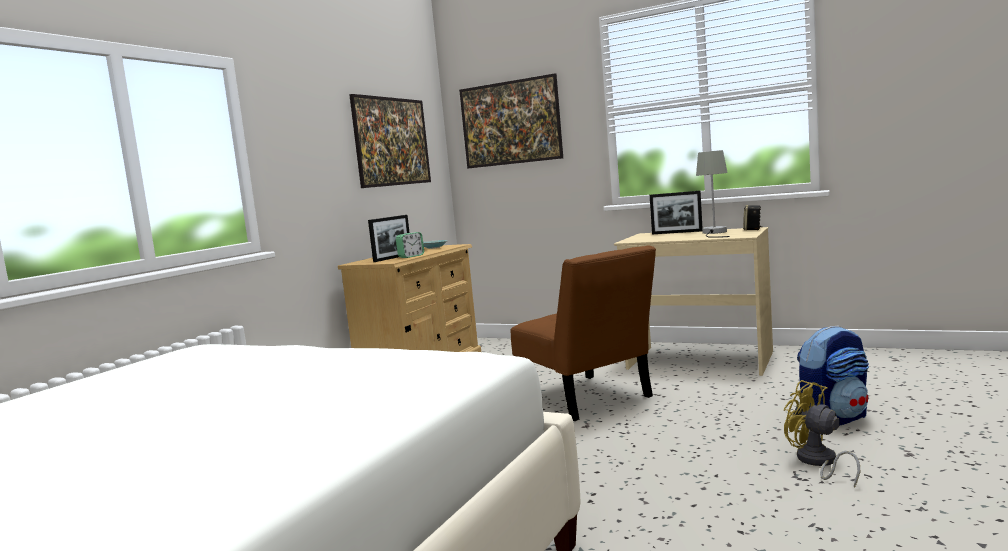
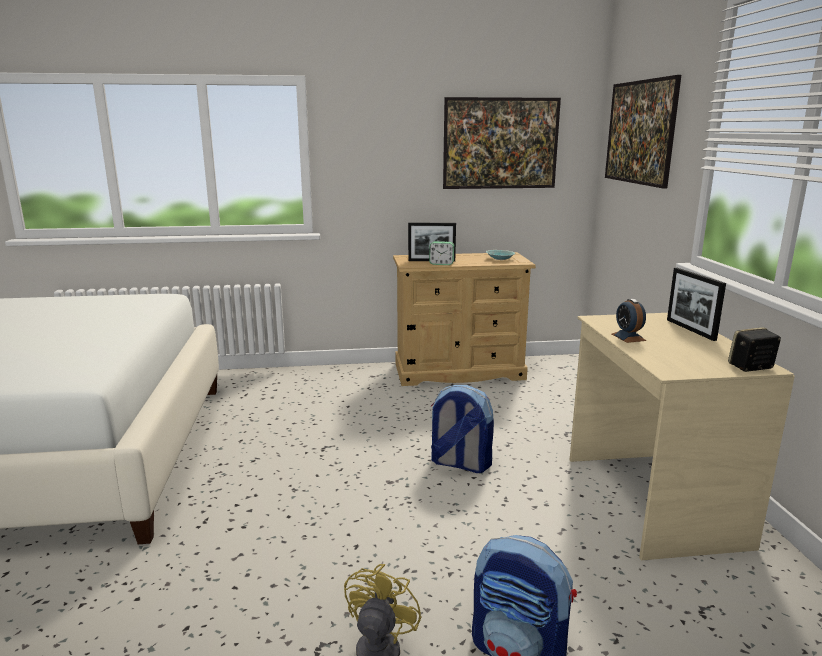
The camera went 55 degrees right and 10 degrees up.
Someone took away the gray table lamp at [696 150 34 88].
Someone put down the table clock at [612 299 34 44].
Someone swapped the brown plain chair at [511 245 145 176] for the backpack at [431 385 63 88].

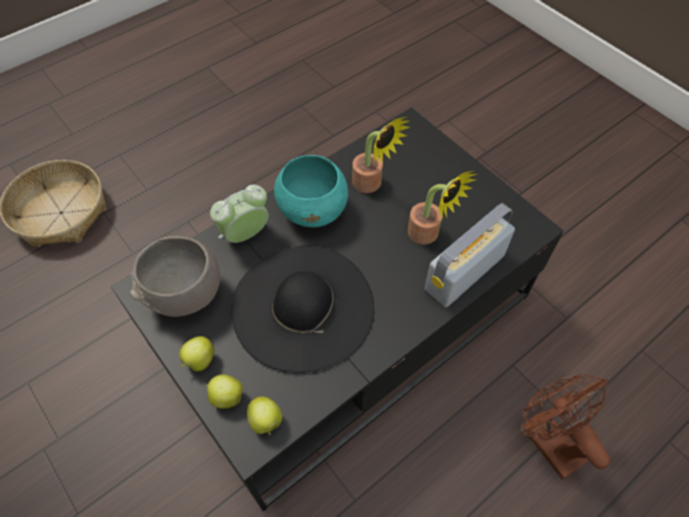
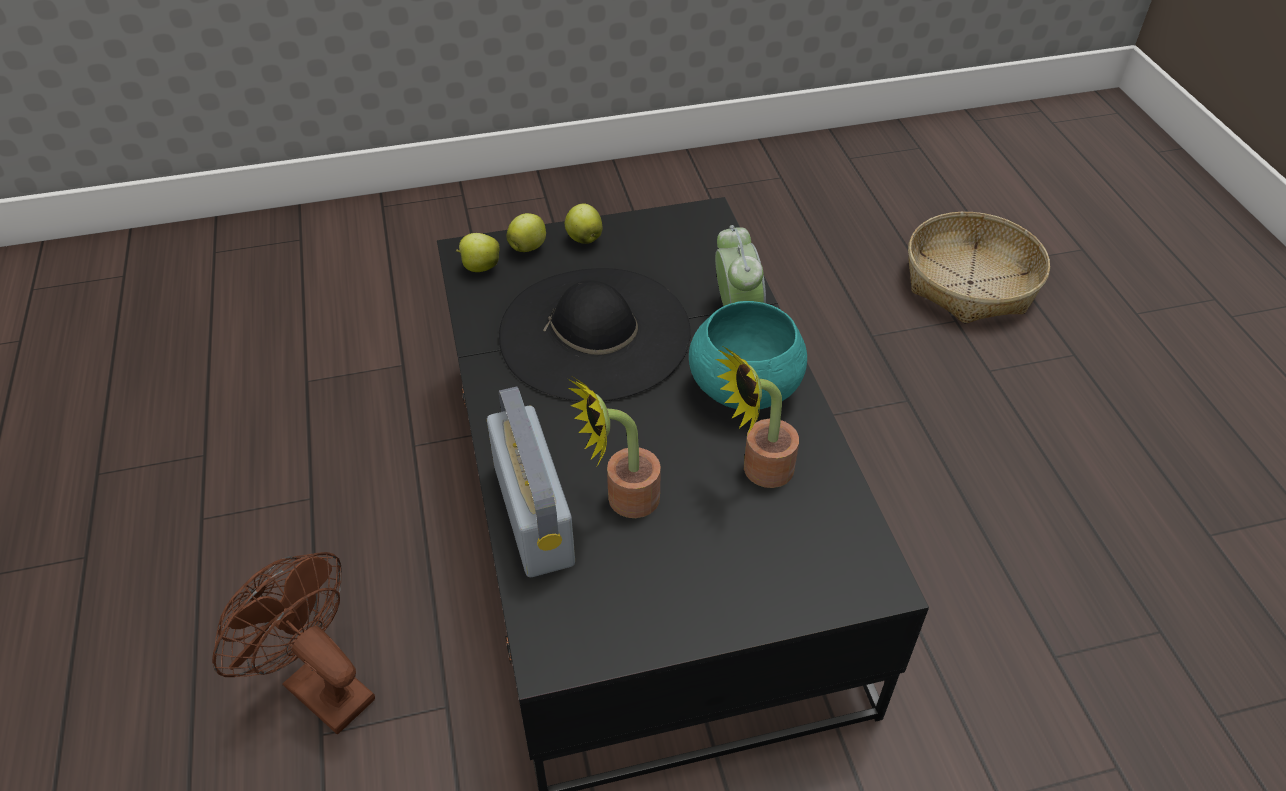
The camera went 115 degrees right and 10 degrees down.
Someone took away the gray serving bowl at [130 236 90 81].
Someone rotated the brown electric fan at [520 373 91 106] by 135 degrees counterclockwise.

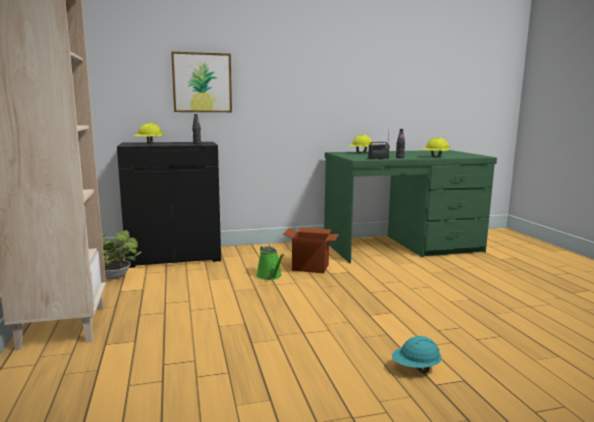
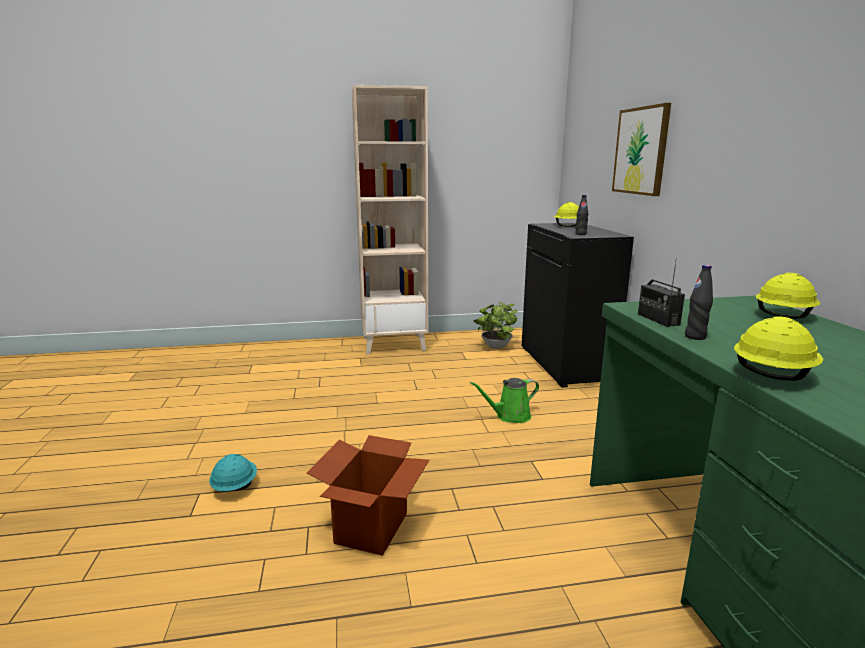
The camera went 95 degrees right and 5 degrees up.
Someone carried the carton from [284 227 55 46] to [306 435 123 121].

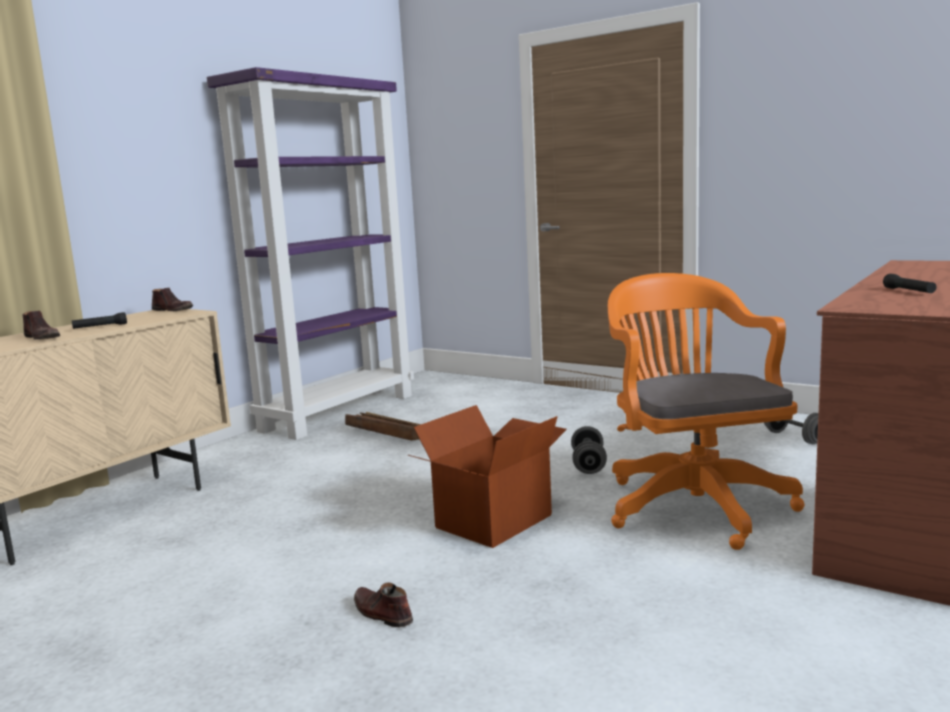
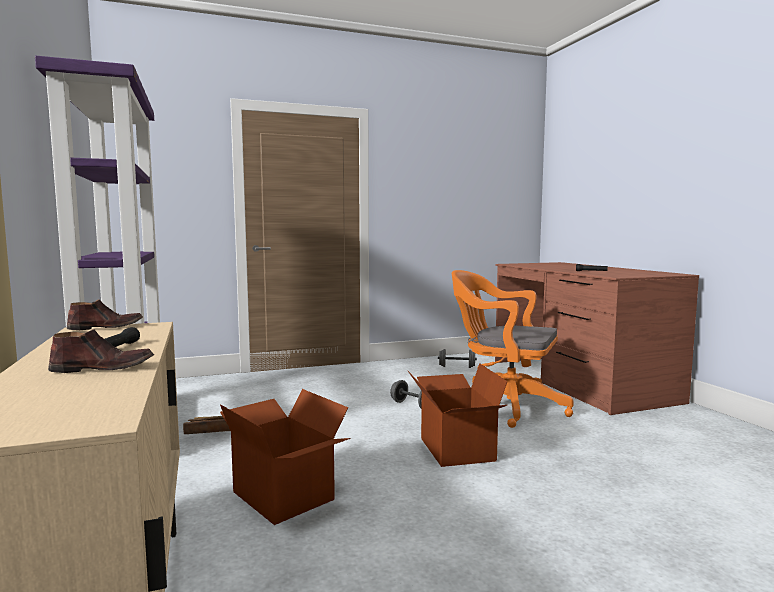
The camera went 55 degrees left and 5 degrees down.
Someone took away the brown low shoe at [354 582 59 46].
Someone put down the carton at [220 389 131 136].

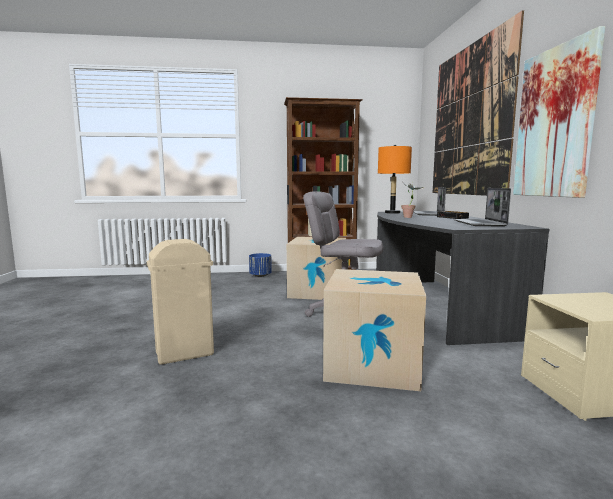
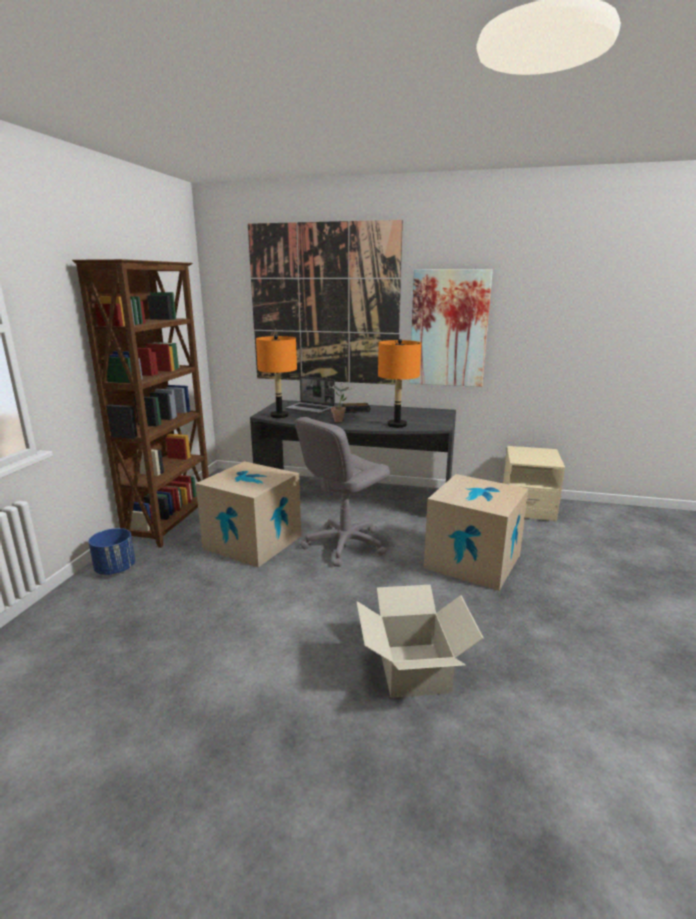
The camera went 70 degrees left and 10 degrees up.
Someone took away the notebook computer at [453 188 58 39].
Someone put down the orangey table lamp at [378 339 43 89].
Someone swapped the beige-coloured trash can at [147 239 67 126] for the carton at [356 585 128 113].

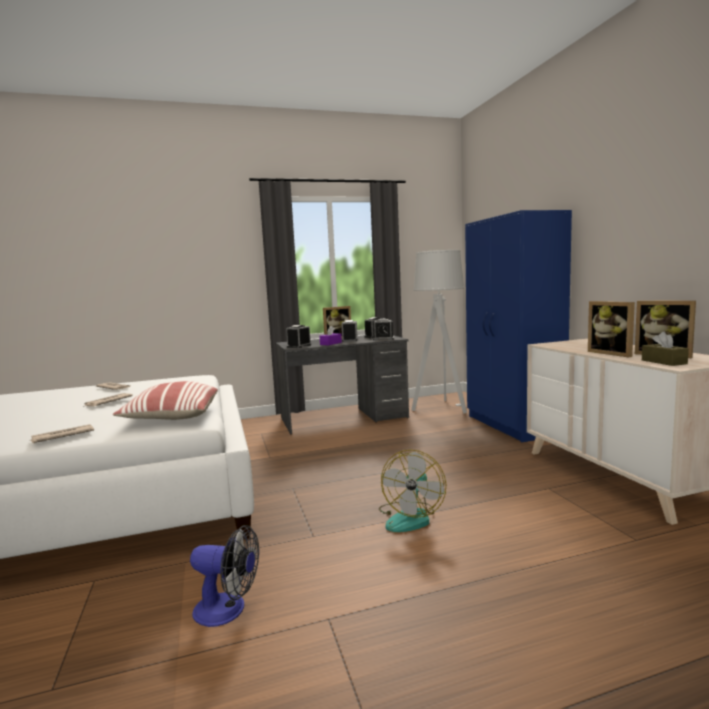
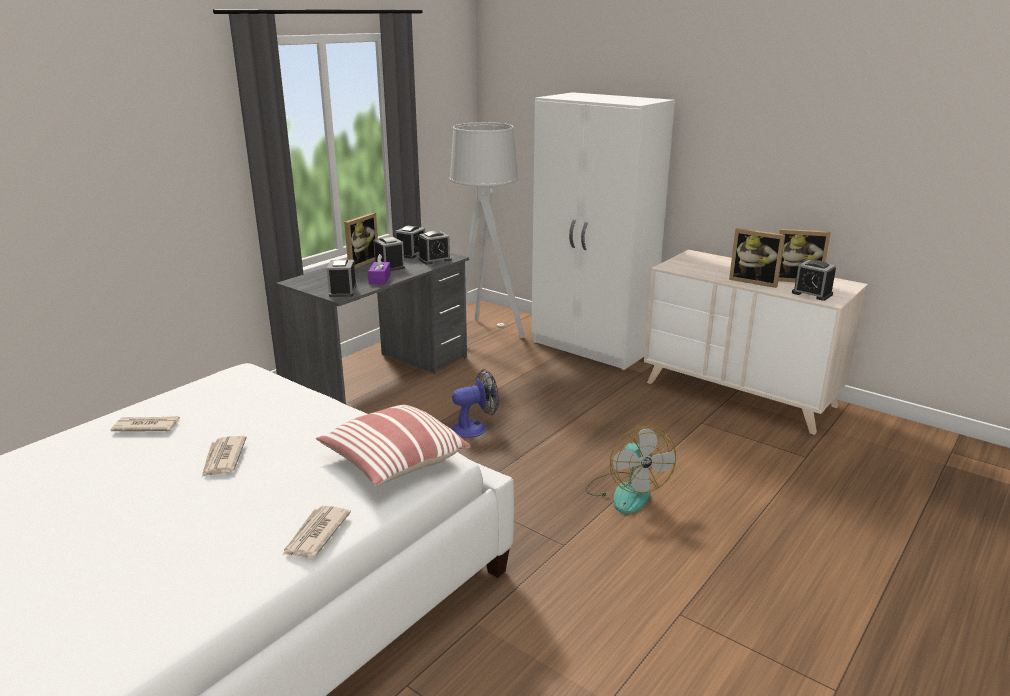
The camera went 35 degrees left and 15 degrees up.
Someone carried the electric fan from [190 525 69 102] to [452 369 47 69].
Someone swapped the brown box of tissues at [642 332 47 34] for the table clock at [792 260 44 41].
Someone repainted the blue-coloured wardrobe at [465 210 107 232], which became the white-coloured wardrobe at [531 92 144 278].

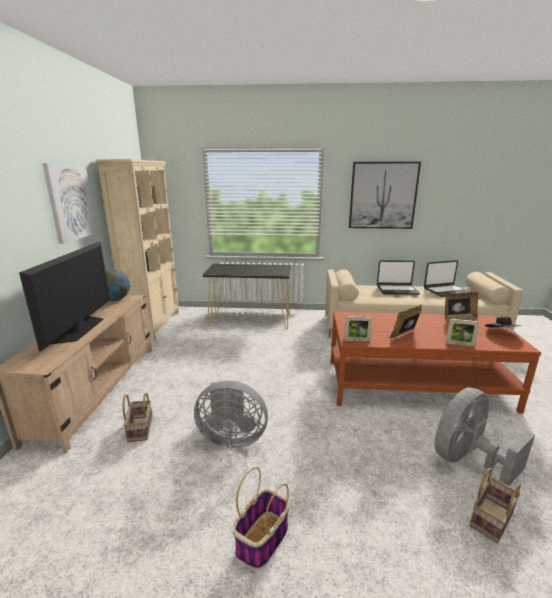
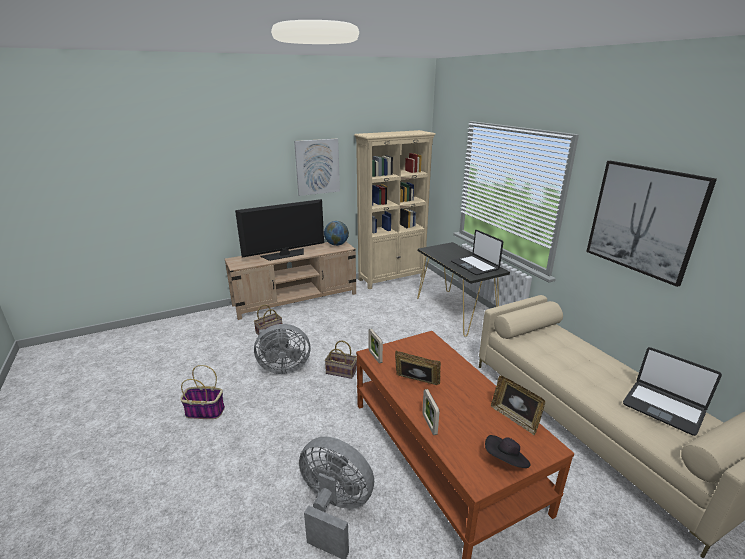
The camera went 60 degrees right and 5 degrees up.
Someone carried the notebook computer from [377 260 43 35] to [451 230 52 45].
Someone carried the household basket from [470 468 51 75] to [325 340 32 39].
Someone rotated the gray electric fan at [194 380 74 68] by 75 degrees counterclockwise.

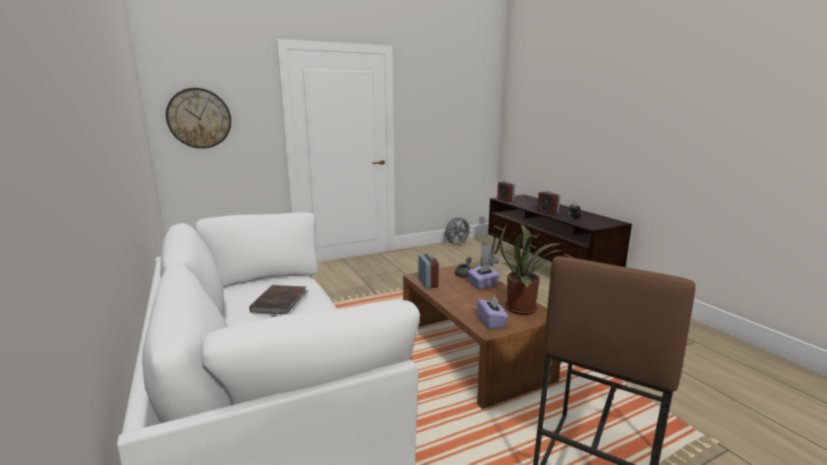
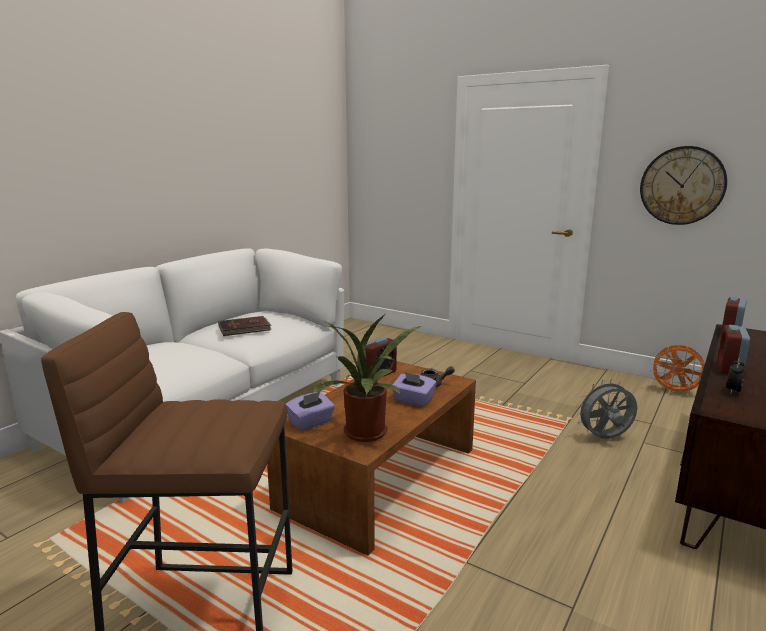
The camera went 60 degrees right and 0 degrees up.
Someone carried the clock on the wall from [166 88 65 61] to [640 146 87 79].
Someone repainted the gray electric fan at [445 217 27 29], which became the orangey electric fan at [649 345 56 51].

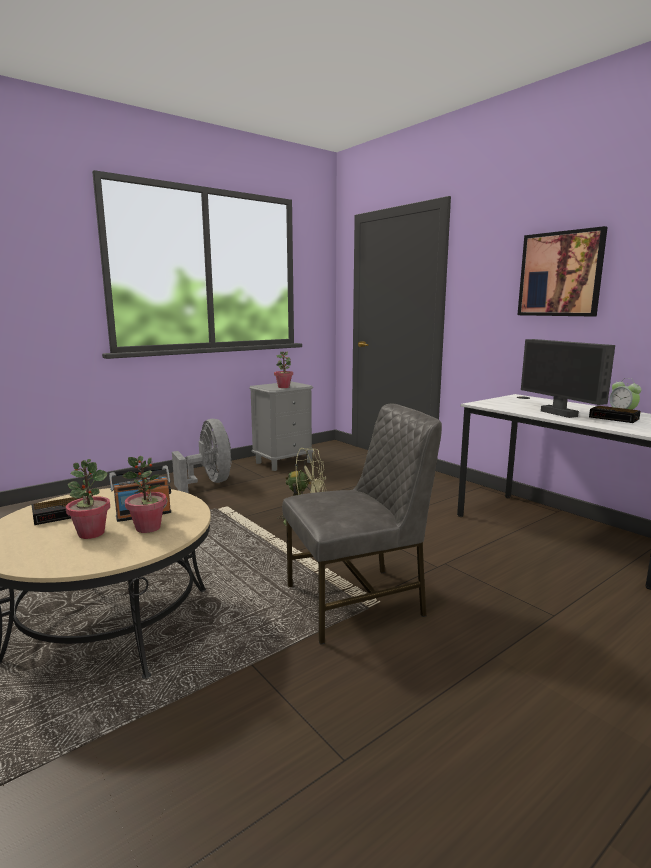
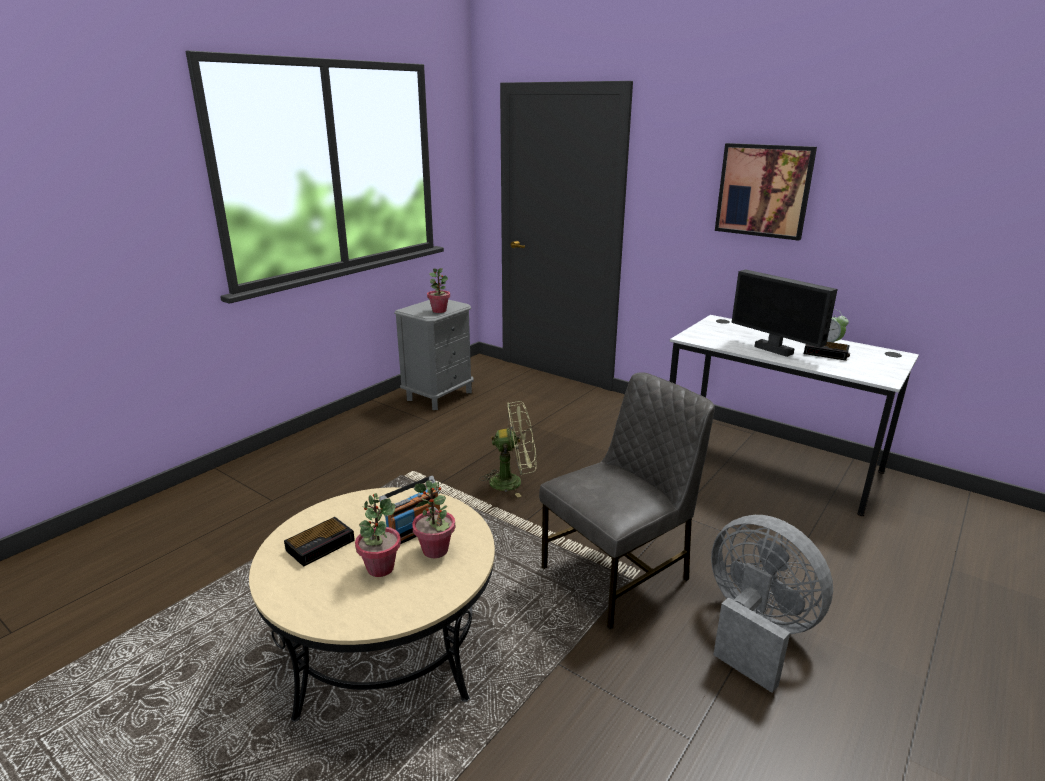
The camera went 15 degrees left and 10 degrees up.
Someone carried the gray electric fan from [172 419 60 74] to [711 515 122 178].

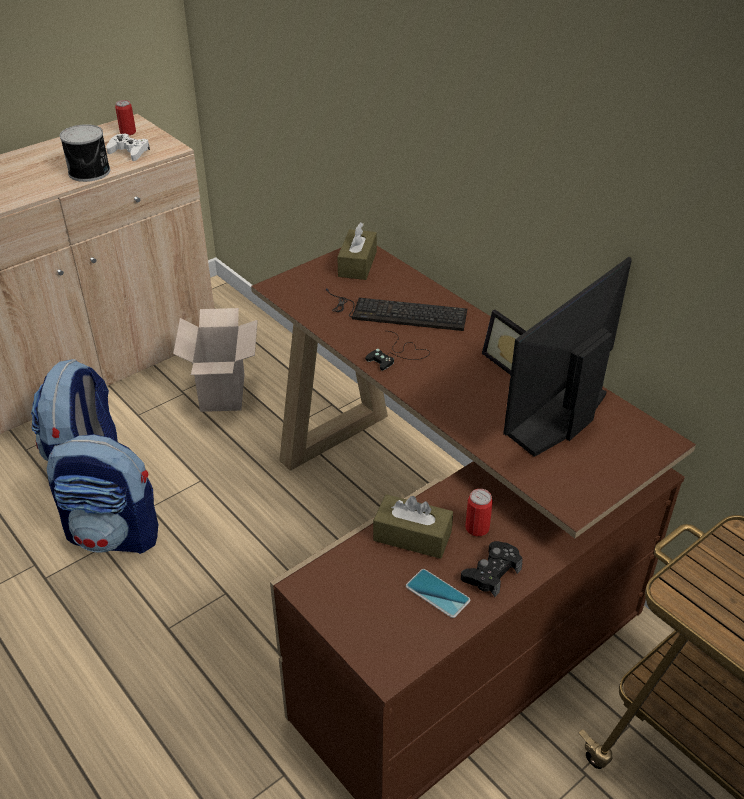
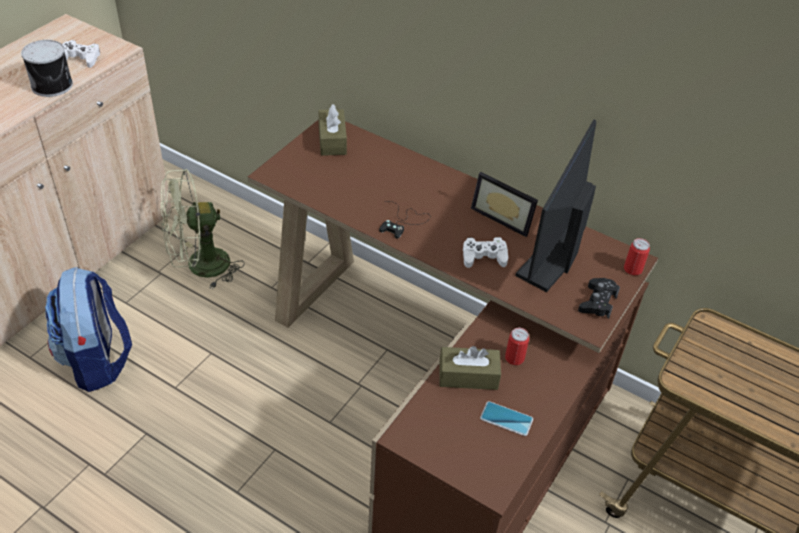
The camera went 20 degrees left and 5 degrees up.
Someone took away the backpack at [47 434 111 120].
Someone took away the computer keyboard at [326 288 141 43].
Someone put down the white-coloured game controller at [463 237 45 31].
Someone carried the can from [115 100 21 35] to [624 238 26 37].
Someone carried the blackish game controller from [461 541 62 56] to [578 278 42 41].
Someone swapped the carton at [173 308 85 104] for the greenish electric fan at [160 169 85 120].

